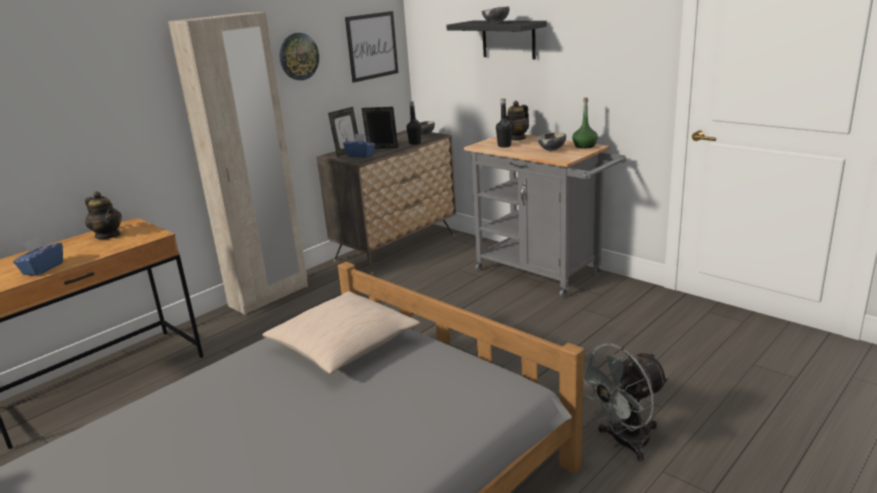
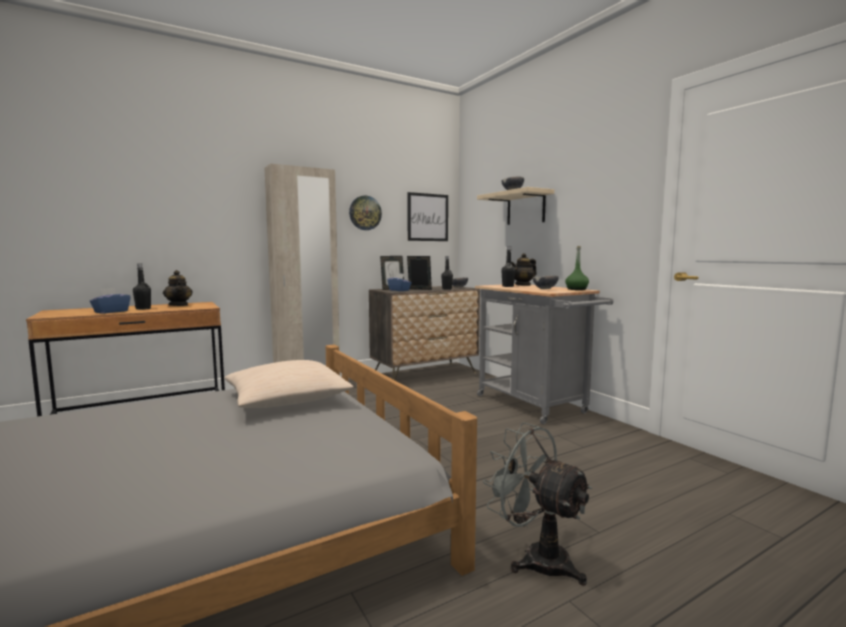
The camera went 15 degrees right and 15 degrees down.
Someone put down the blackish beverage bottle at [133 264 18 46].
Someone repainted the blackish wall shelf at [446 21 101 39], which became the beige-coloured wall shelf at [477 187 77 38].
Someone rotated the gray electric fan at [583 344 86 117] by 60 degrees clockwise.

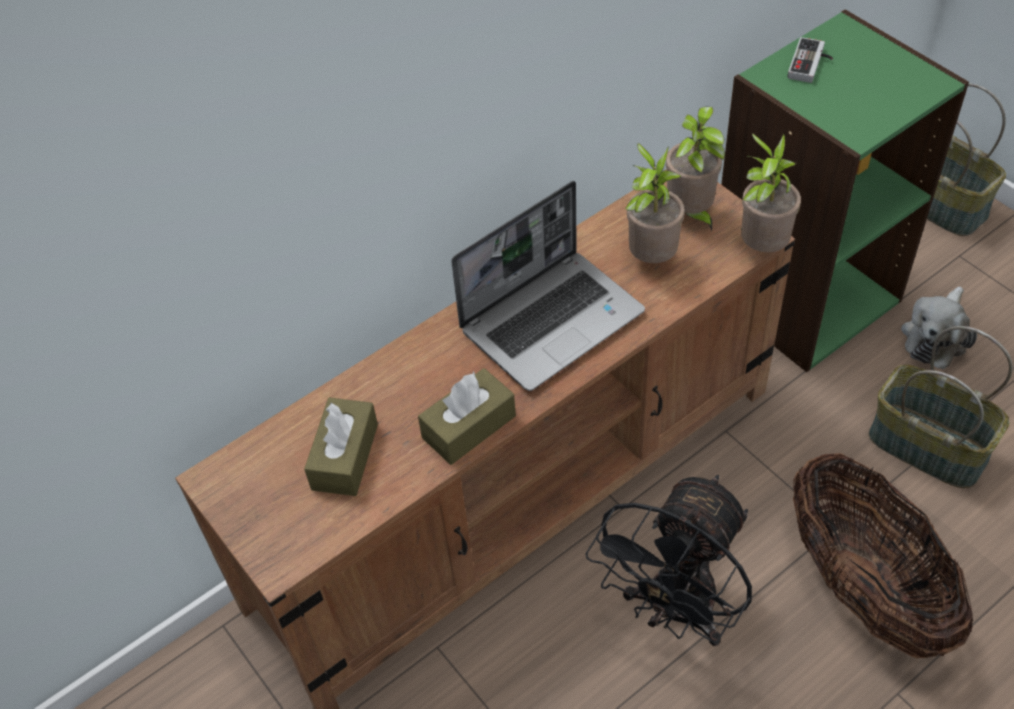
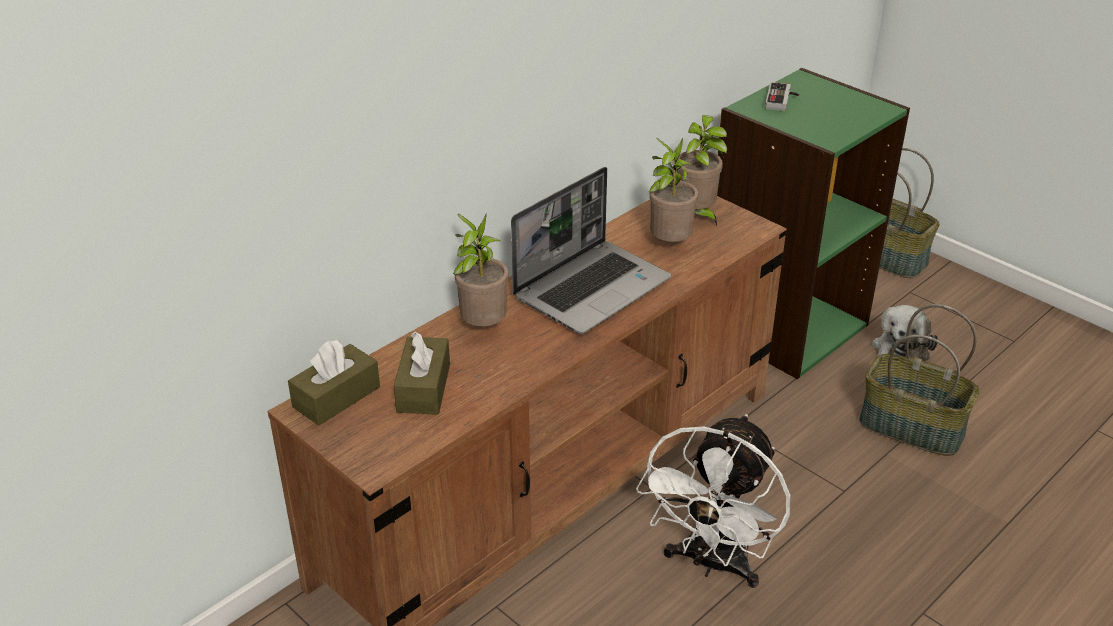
The camera went 10 degrees left and 15 degrees down.
Someone took away the household basket at [793 453 180 206].
Someone carried the brown box of tissues from [418 368 98 97] to [288 340 92 86].
Someone carried the potted plant from [741 134 60 118] to [453 213 56 114].
Someone repainted the blackish electric fan at [585 475 167 171], which became the white-coloured electric fan at [636 414 154 174].

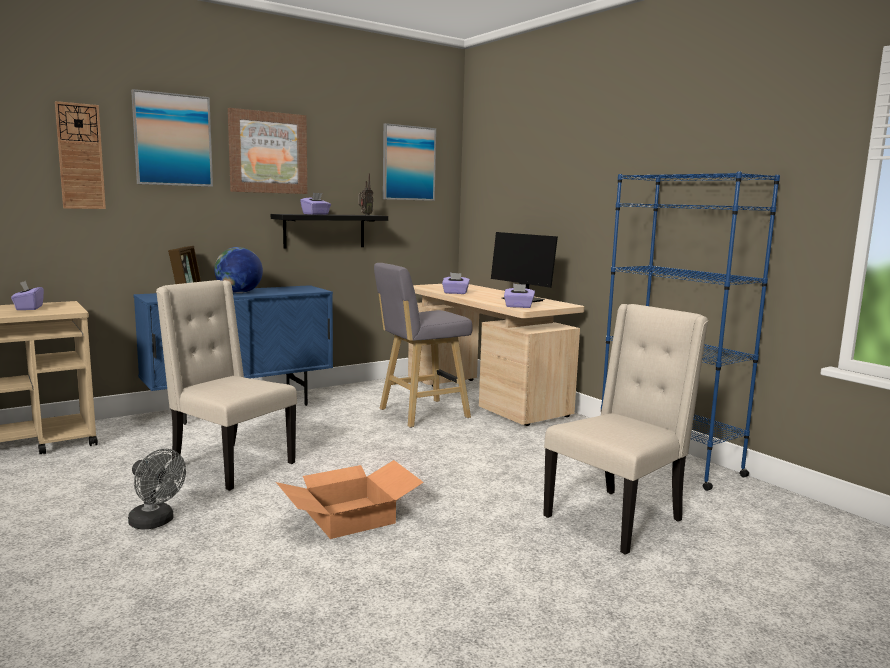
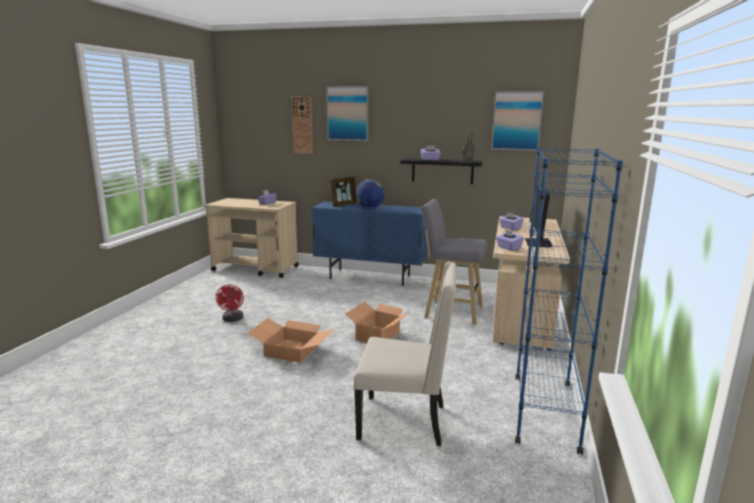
The camera went 50 degrees right and 5 degrees up.
Someone took away the beige-coloured plain chair at [156 280 141 211].
Someone took away the wall art at [228 108 79 86].
Someone put down the carton at [345 302 65 41].
Someone repainted the gray electric fan at [128 449 58 81], which became the red electric fan at [215 284 29 38].

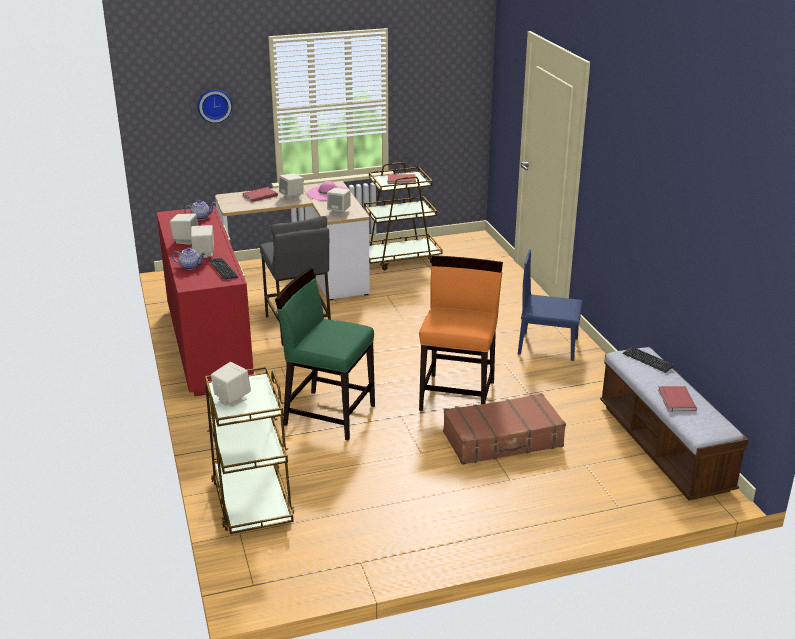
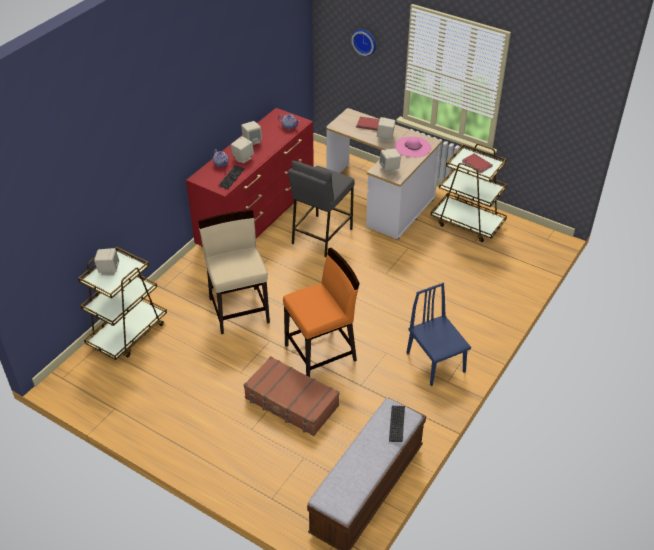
The camera went 50 degrees right and 15 degrees up.
Someone took away the red volume at [658 386 39 26].
Someone repainted the greenish plain chair at [275 269 100 171], which became the beige-coloured plain chair at [198 210 72 124].

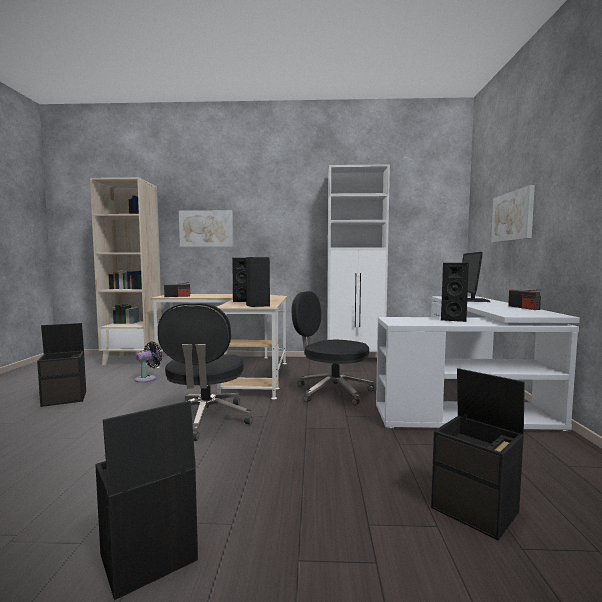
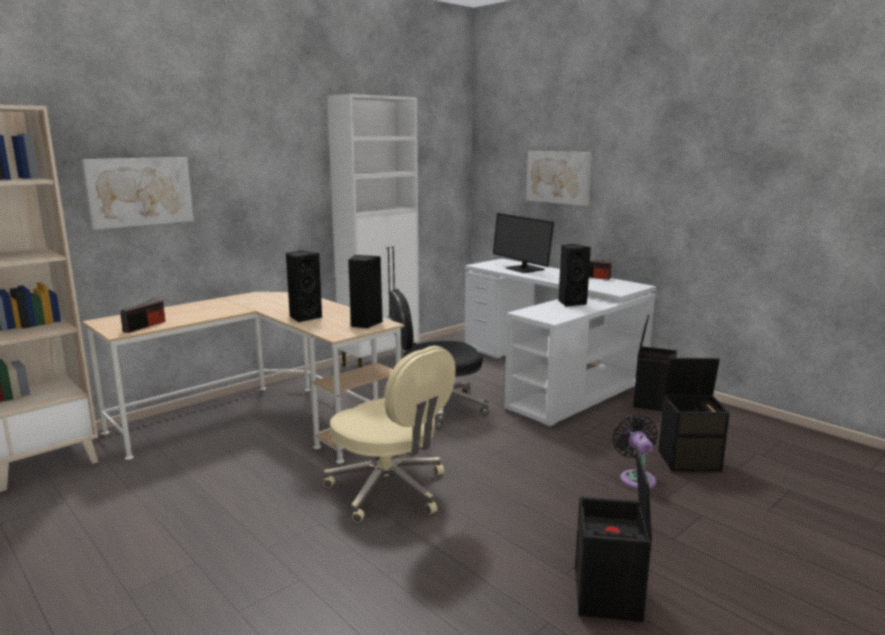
The camera went 45 degrees left and 10 degrees up.
Someone carried the blackish storage bin from [37 323 49 84] to [633 315 44 96].
Someone carried the blackish electric fan from [135 341 27 42] to [612 415 46 74].
Someone repainted the blackish desk chair at [158 303 94 138], which became the beige-coloured desk chair at [323 346 133 177].

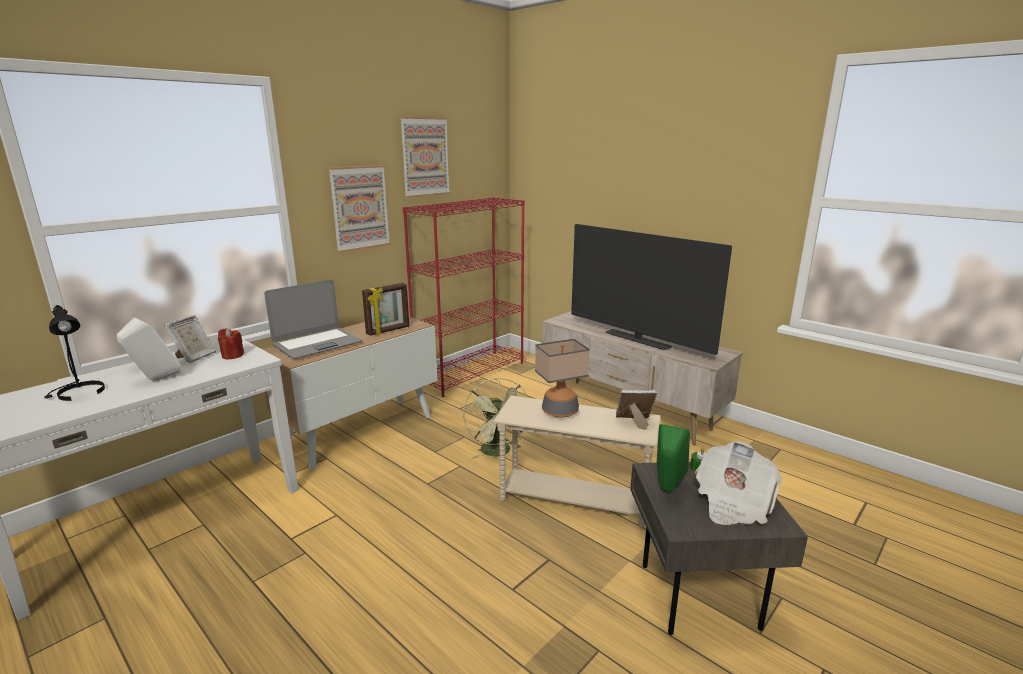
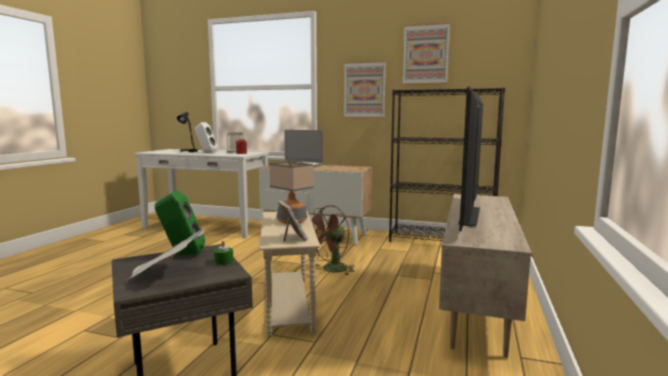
The camera went 65 degrees right and 10 degrees down.
Someone took away the picture frame at [362 283 47 53].
Someone repainted the red bookcase at [403 197 122 200], which became the blackish bookcase at [389 88 116 154].
Someone repainted the greenish electric fan at [463 378 65 81], which became the brown electric fan at [311 205 44 70].

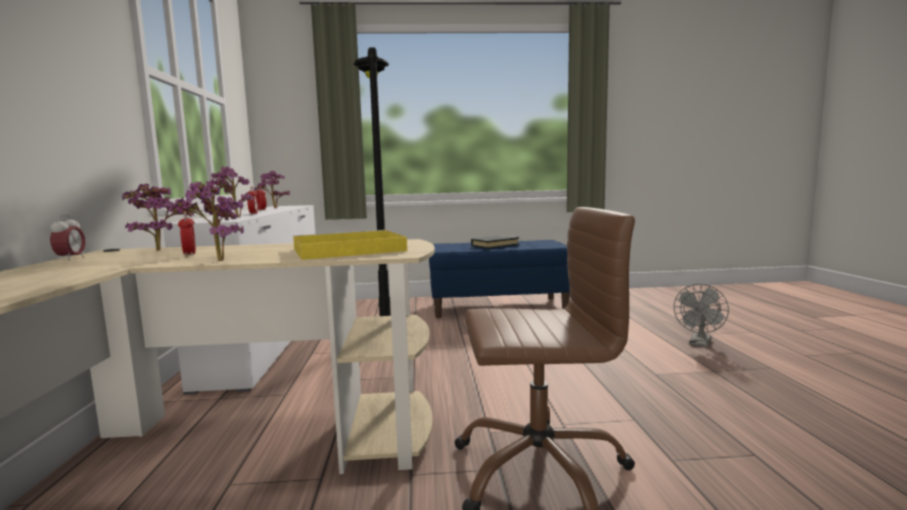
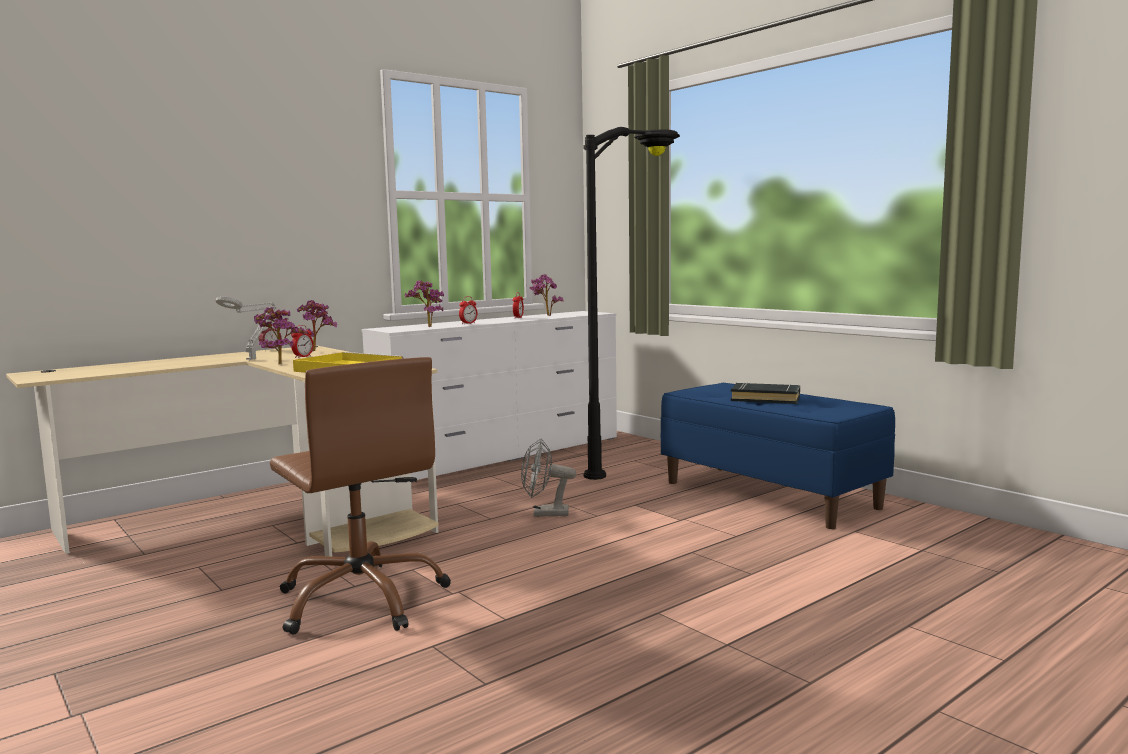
The camera went 55 degrees right and 0 degrees up.
Someone put down the gray table lamp at [216 296 60 64].
Someone carried the gray electric fan from [674 284 55 64] to [521 438 55 79].

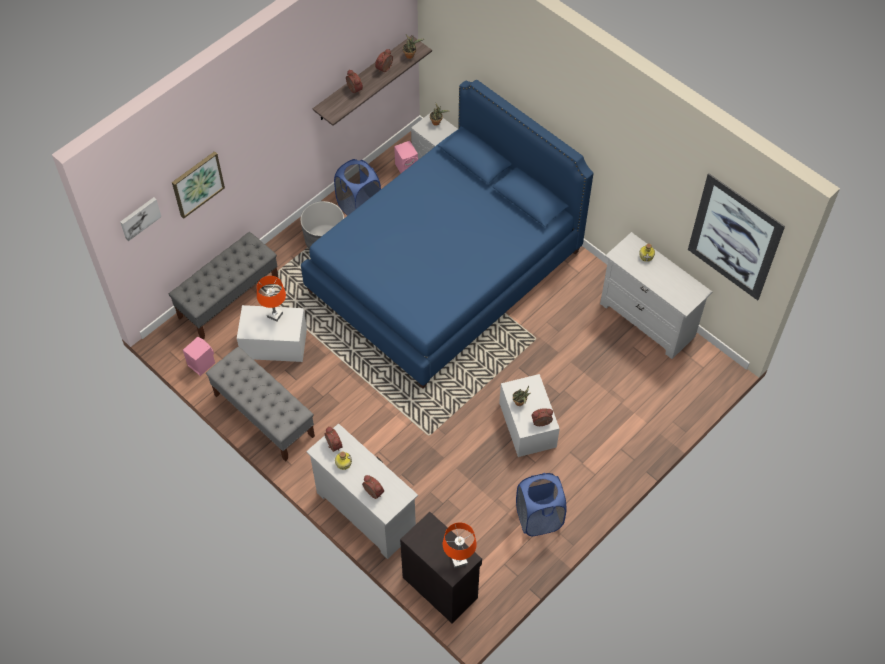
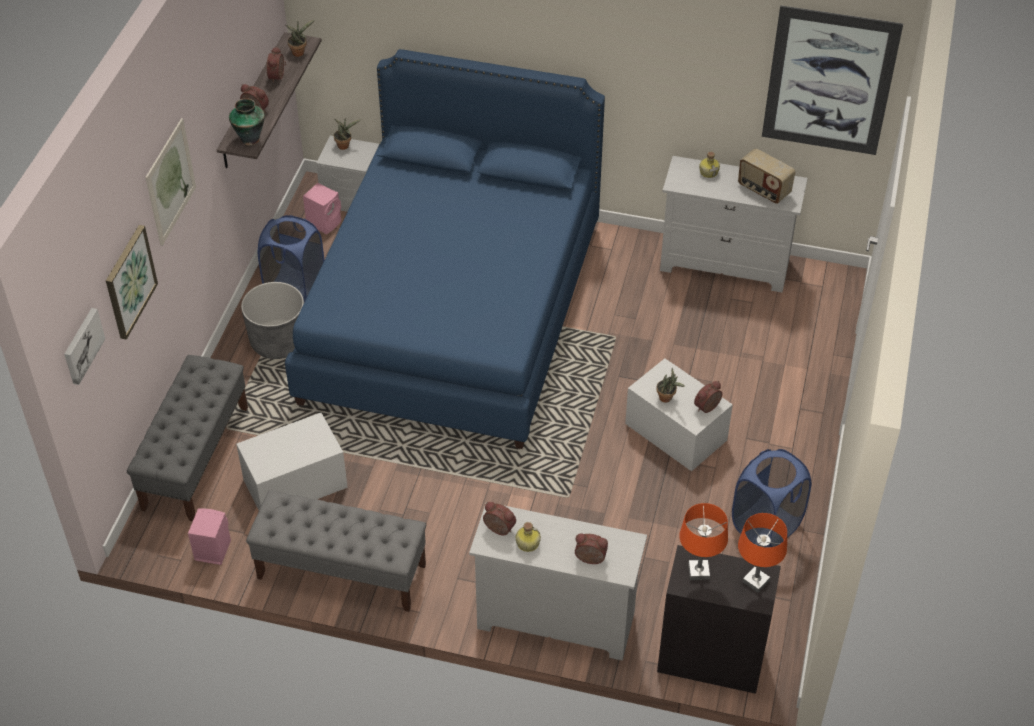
The camera went 30 degrees left and 10 degrees down.
Someone put up the wall art at [145 118 51 128].
Someone put down the decorative vase at [229 98 36 48].
Someone put down the radio set at [738 148 57 56].
Someone carried the orangey table lamp from [257 276 29 46] to [679 503 49 77].

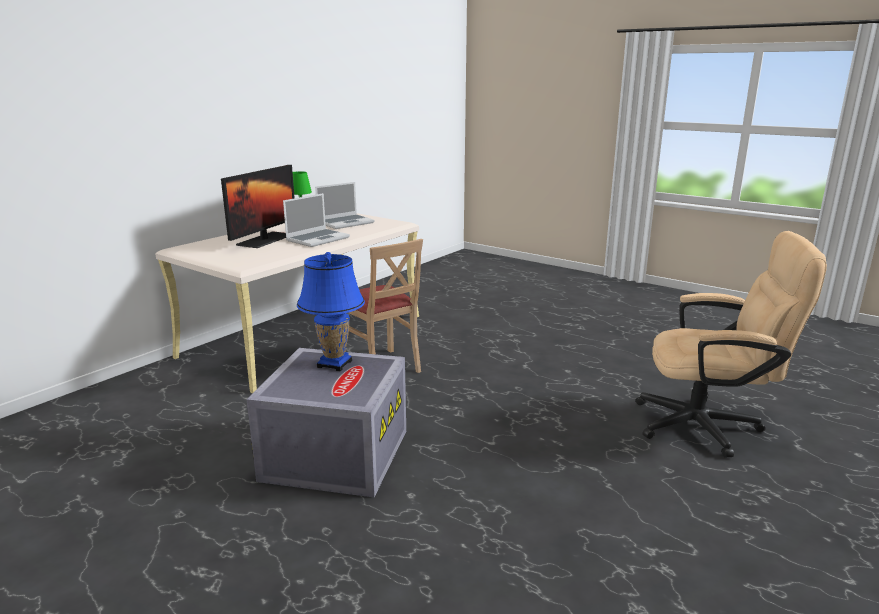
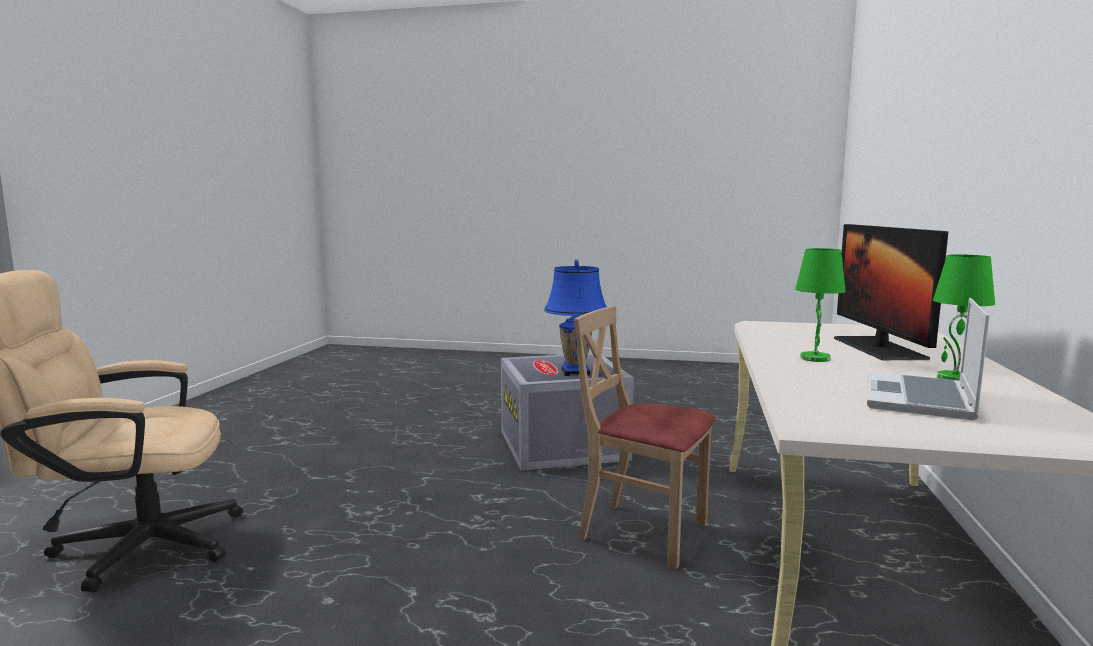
The camera went 155 degrees right and 10 degrees down.
Someone swapped the notebook computer at [283 193 67 54] for the greenish table lamp at [795 248 51 114].

